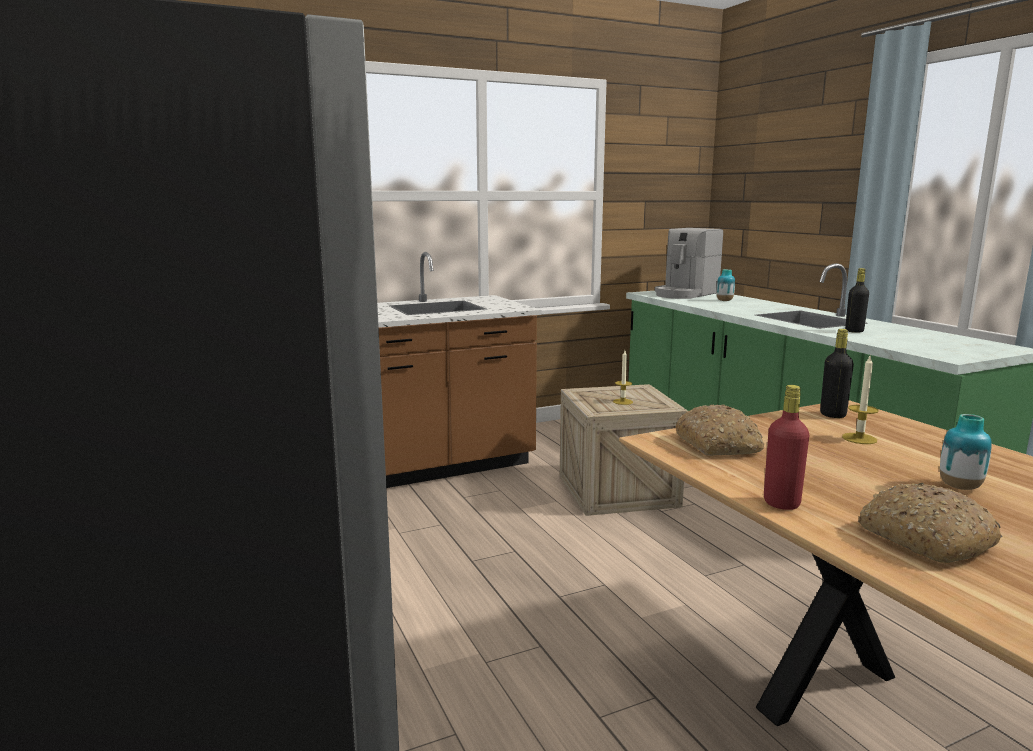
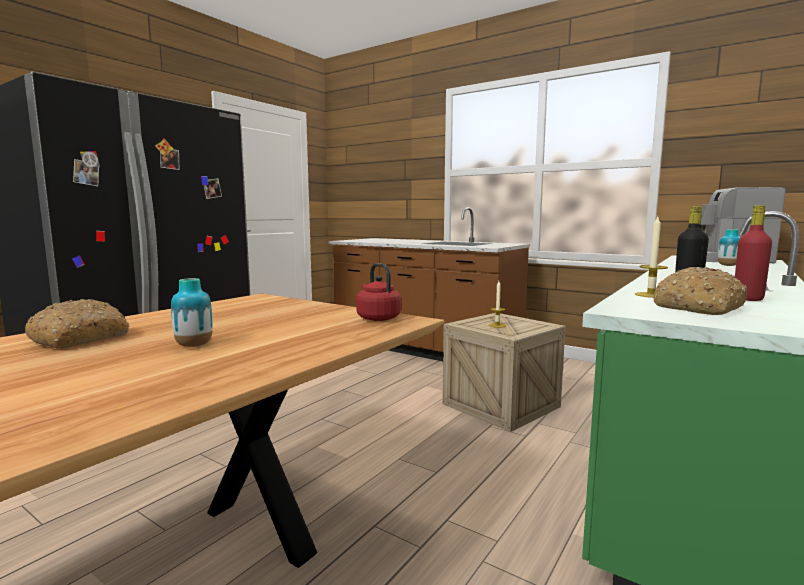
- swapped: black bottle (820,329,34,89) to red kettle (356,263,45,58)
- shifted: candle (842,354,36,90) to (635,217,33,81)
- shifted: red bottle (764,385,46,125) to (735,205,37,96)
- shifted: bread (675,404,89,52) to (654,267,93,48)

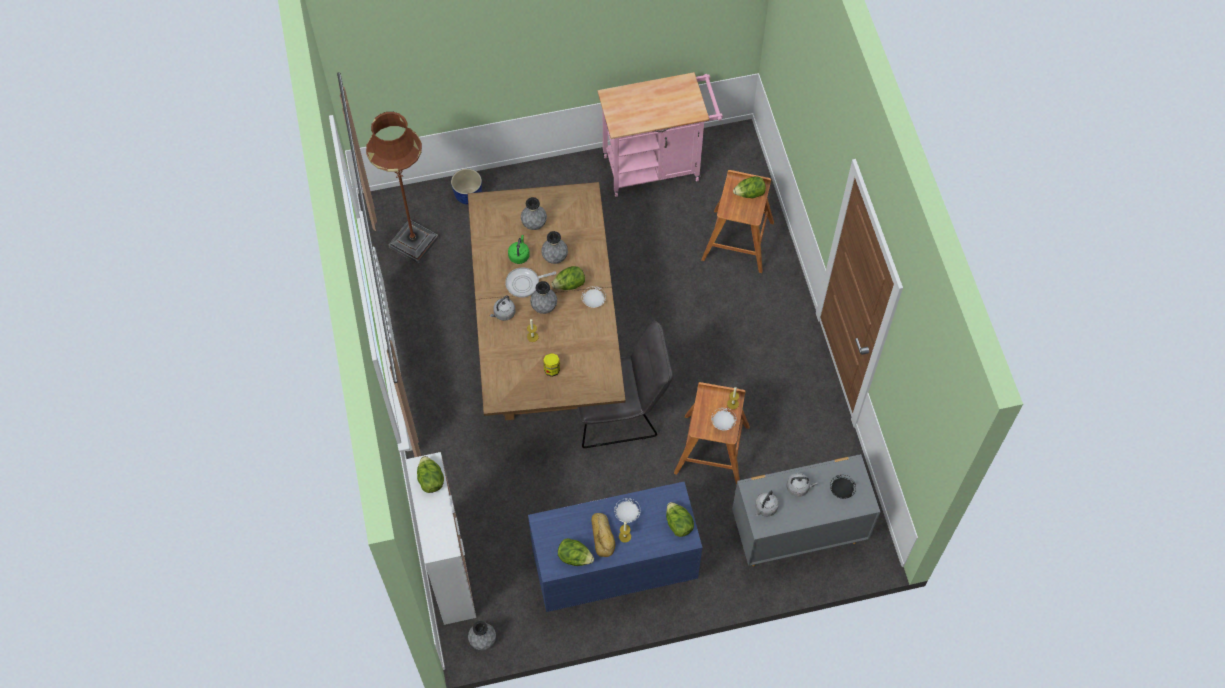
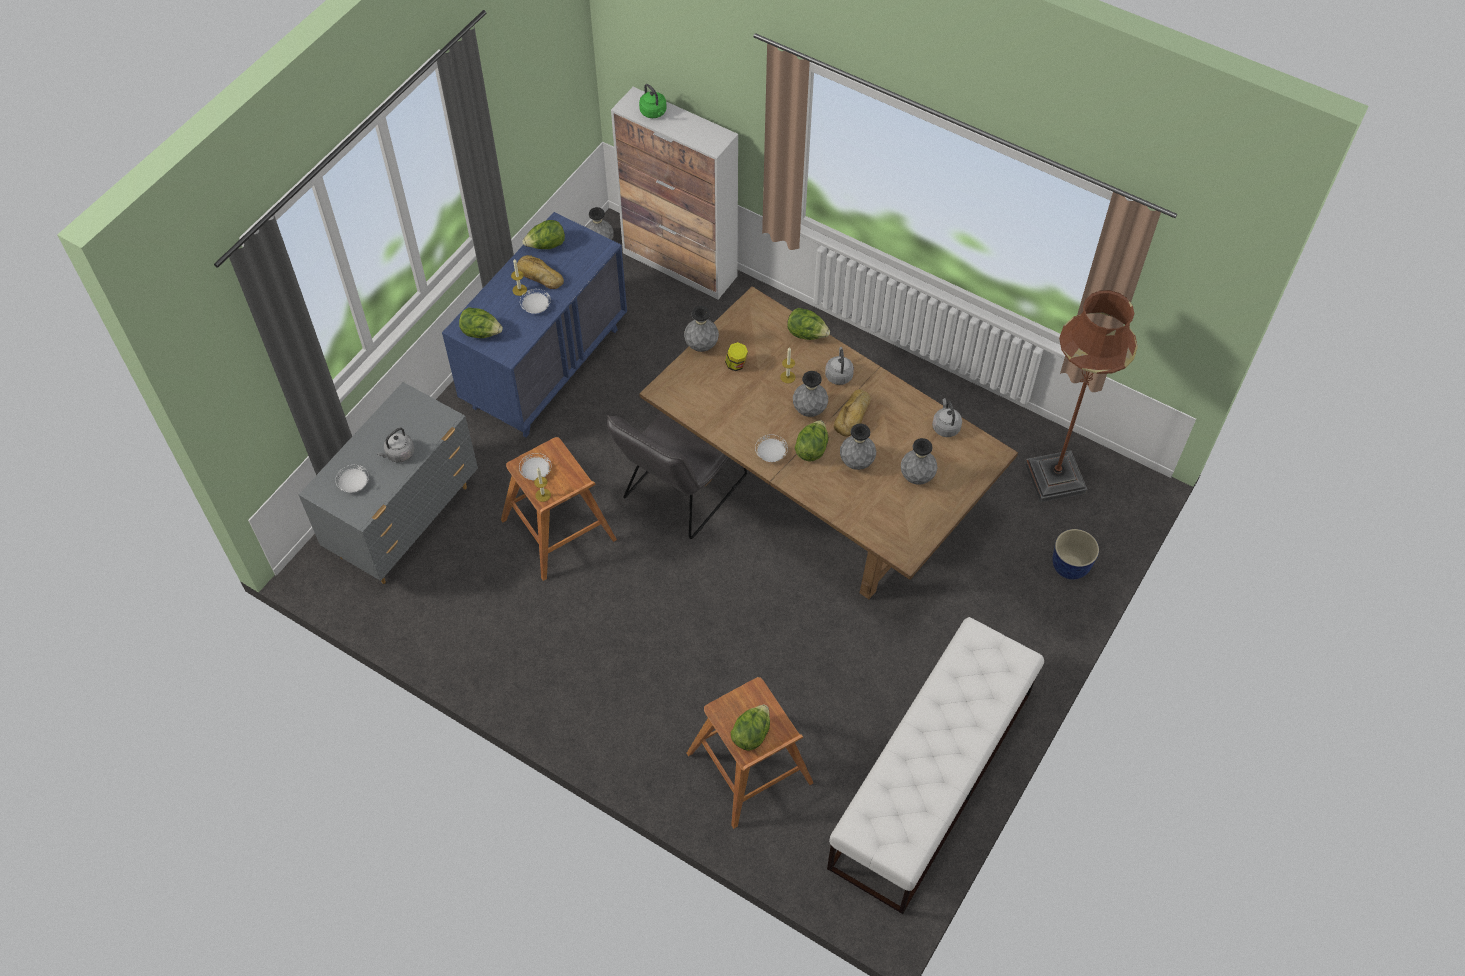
- swapped: pink cart (598,72,125,125) to white bench (827,617,217,297)
- shifted: green kettle (508,235,22,29) to (639,84,28,34)
- swapped: frying pan (505,268,51,30) to bread (834,389,37,47)
- shifted: lettuce (417,456,27,37) to (787,308,43,32)
- repainted: black plate (830,475,26,24) to white plate (335,465,34,28)
- shifted: grey kettle (755,490,24,26) to (932,398,30,39)
- new: grey vase (684,306,35,46)

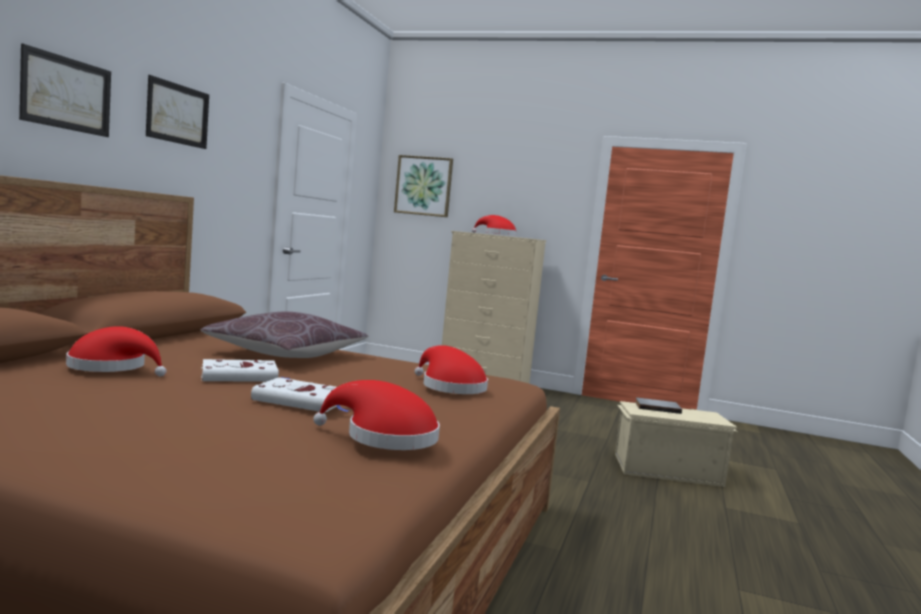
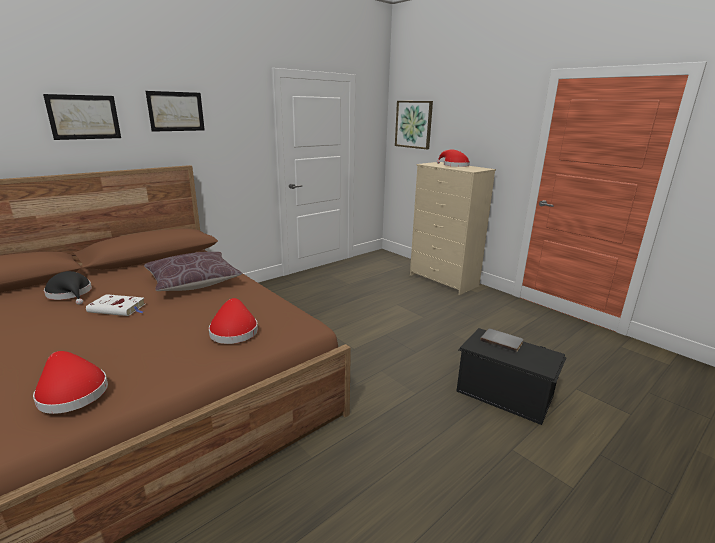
- repainted: red hat (66,326,100,51) to black hat (44,271,48,34)
- gone: white book (251,377,100,36)
- repainted: beige storage box (615,401,123,86) to black storage box (457,328,110,97)

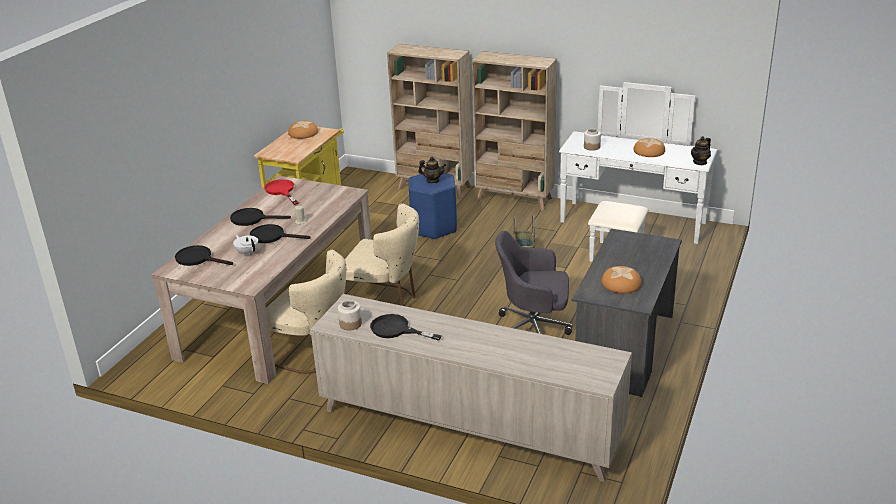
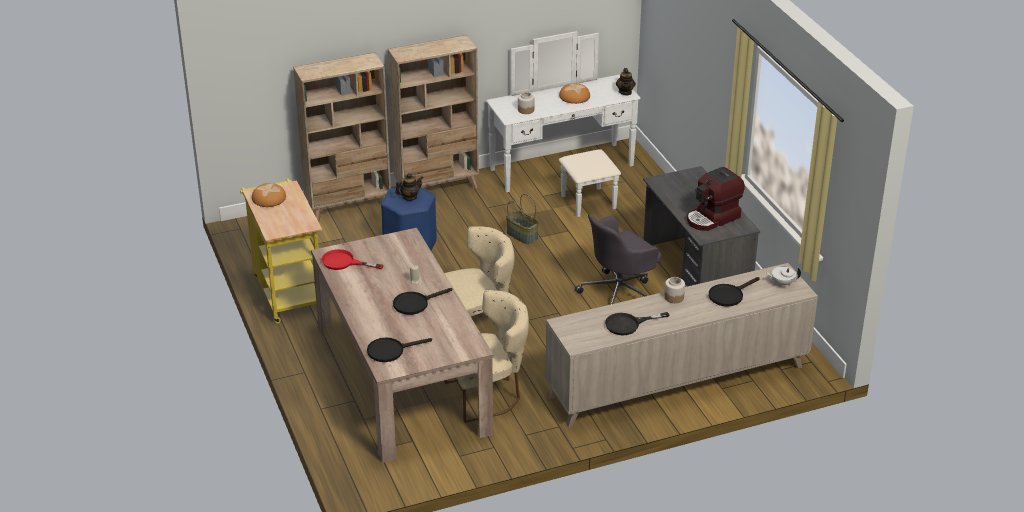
- shifted: black frying pan (230,208,61,18) to (709,277,50,30)
- shifted: white teapot (233,235,25,20) to (765,267,36,18)
- swapped: bread (602,266,40,28) to coffee machine (687,167,58,64)
- shifted: jar (338,300,24,31) to (664,277,21,26)

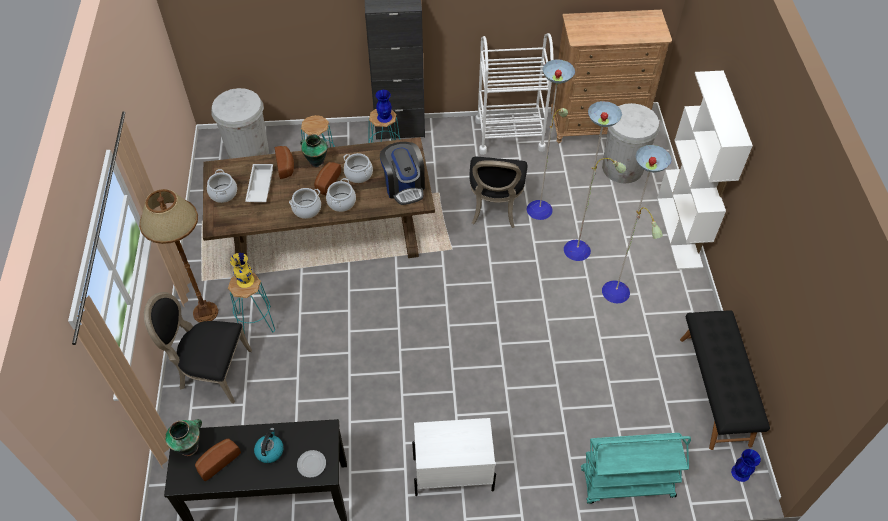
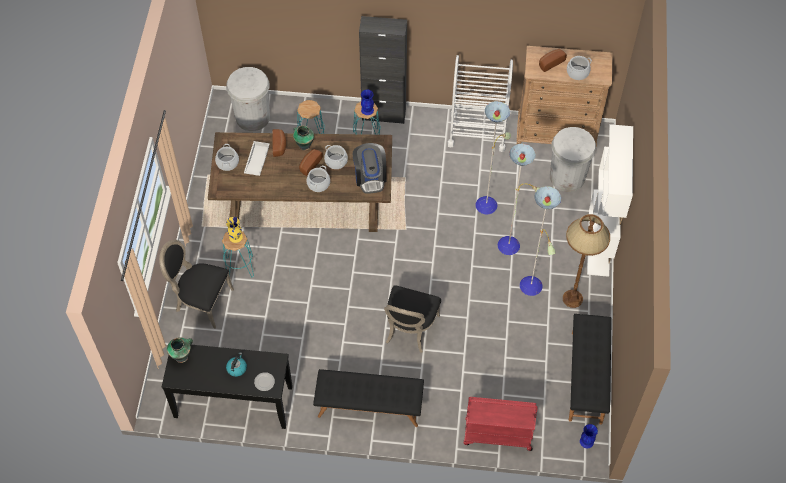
- shifted: black chair (469,157,59,71) to (384,285,57,68)
- shifted: cooking pot (289,188,32,31) to (567,56,25,24)
- shifted: brown floor lamp (139,189,79,133) to (563,214,47,94)
- swapped: white nightstand (412,418,84,78) to black bench (313,369,111,58)
- repainted: turquoise cart (581,433,110,71) to red cart (464,397,74,54)
- shifted: bread (195,439,46,42) to (539,49,28,23)

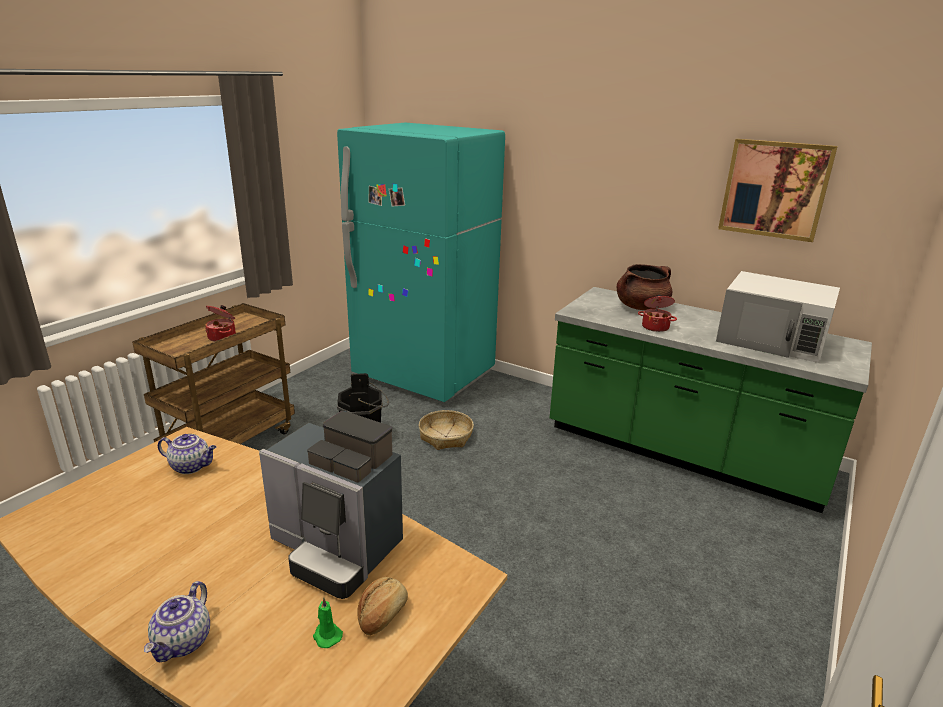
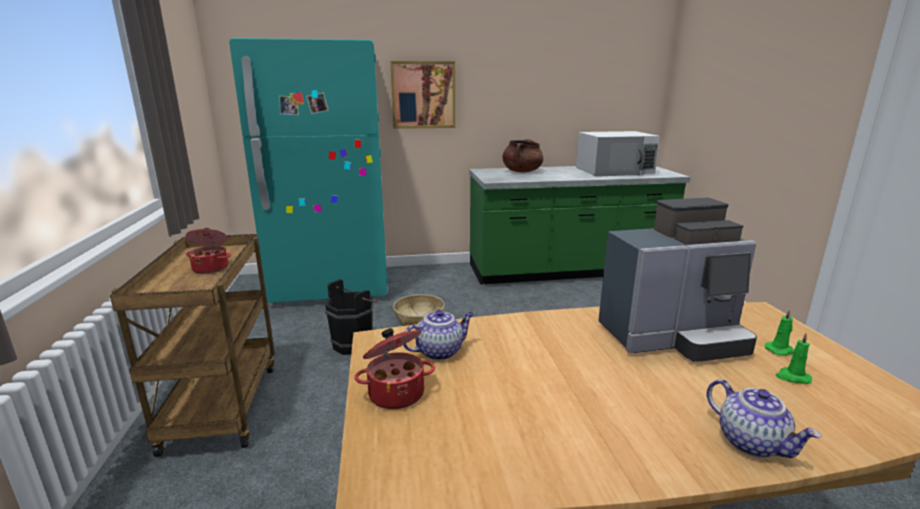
- shifted: picture (718,139,120,103) to (390,61,66,68)
- shifted: cooking pot (638,295,39,37) to (354,328,81,81)
- swapped: bread (357,577,51,58) to green candle (765,309,29,47)

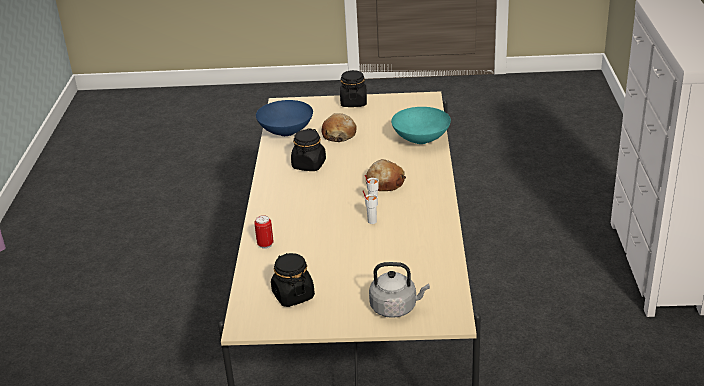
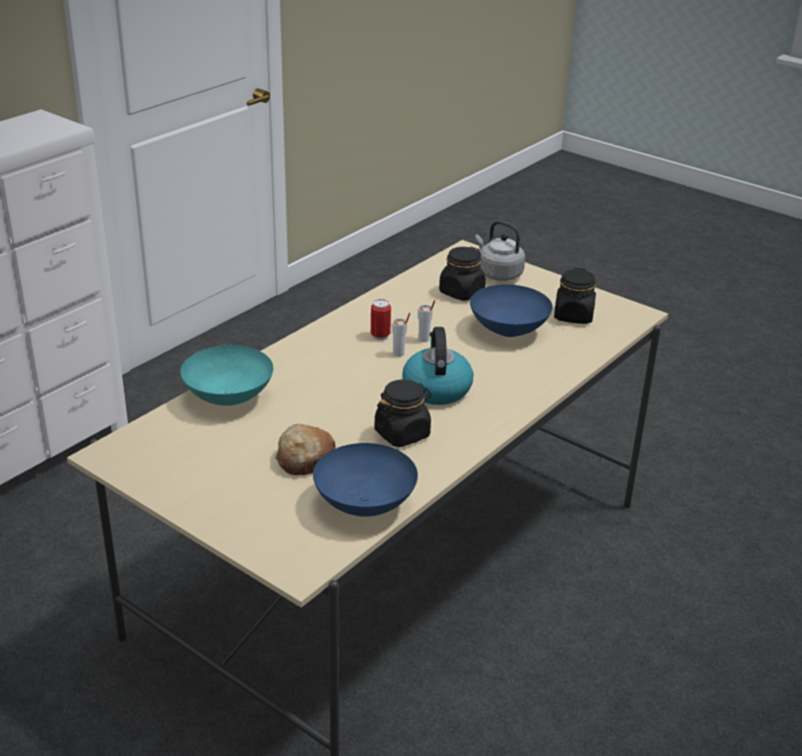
- shifted: black jar (340,70,27,37) to (439,247,47,54)
- gone: bread (366,159,40,32)
- shifted: can (254,215,19,34) to (371,299,20,41)
- new: blue bowl (470,285,83,52)
- new: kettle (402,327,71,78)

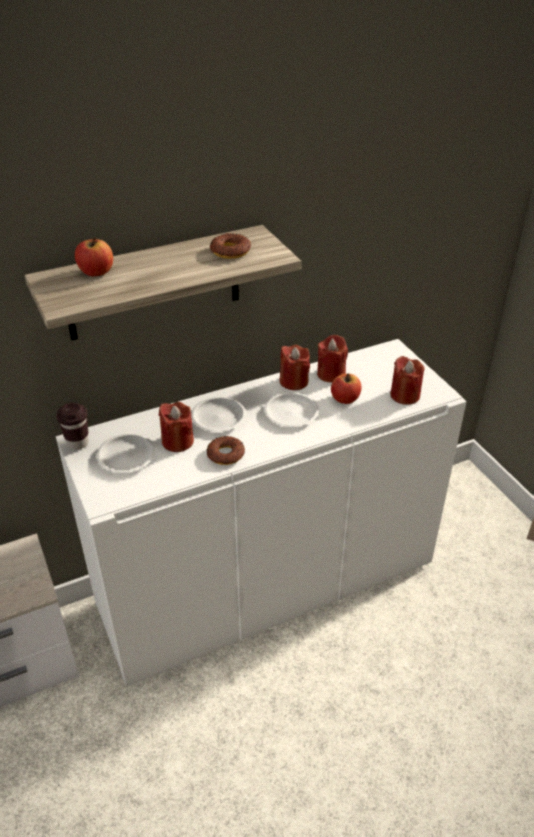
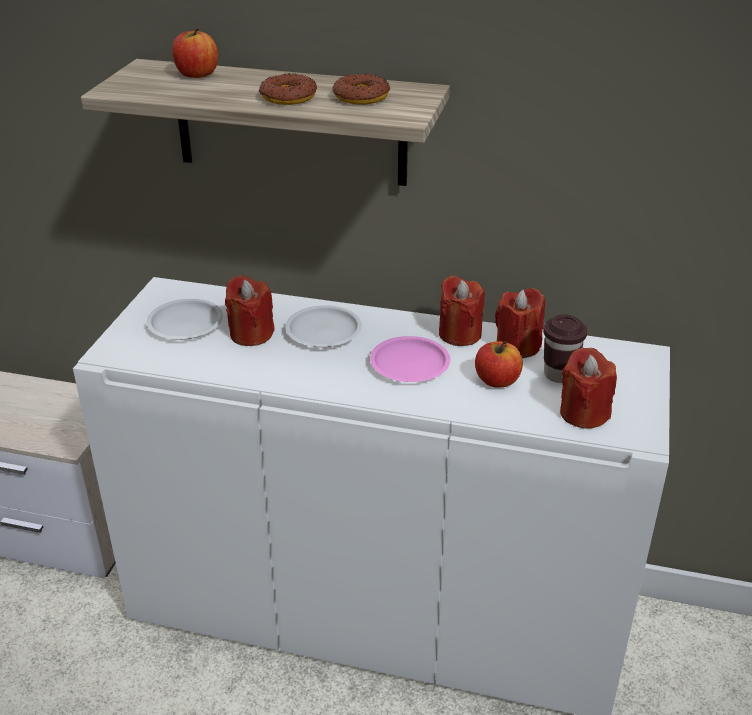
- repainted: white plate (264,392,55,35) to pink plate (370,336,80,46)
- shifted: brown cup (56,403,33,47) to (543,314,45,69)
- shifted: donut (207,436,38,29) to (259,73,58,32)

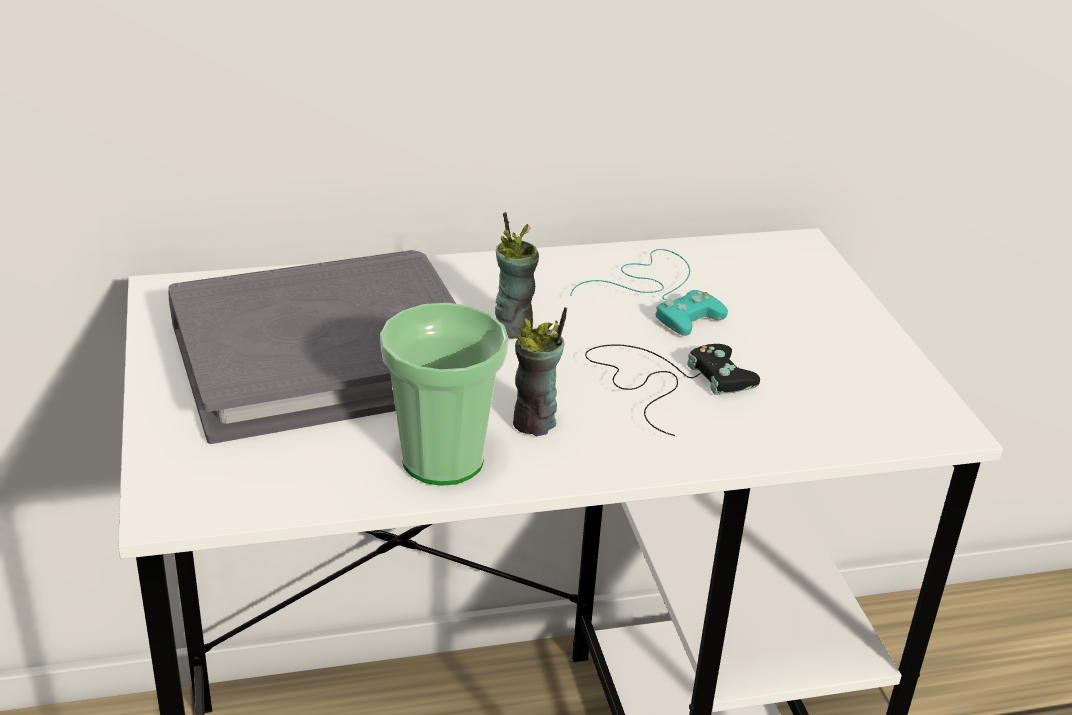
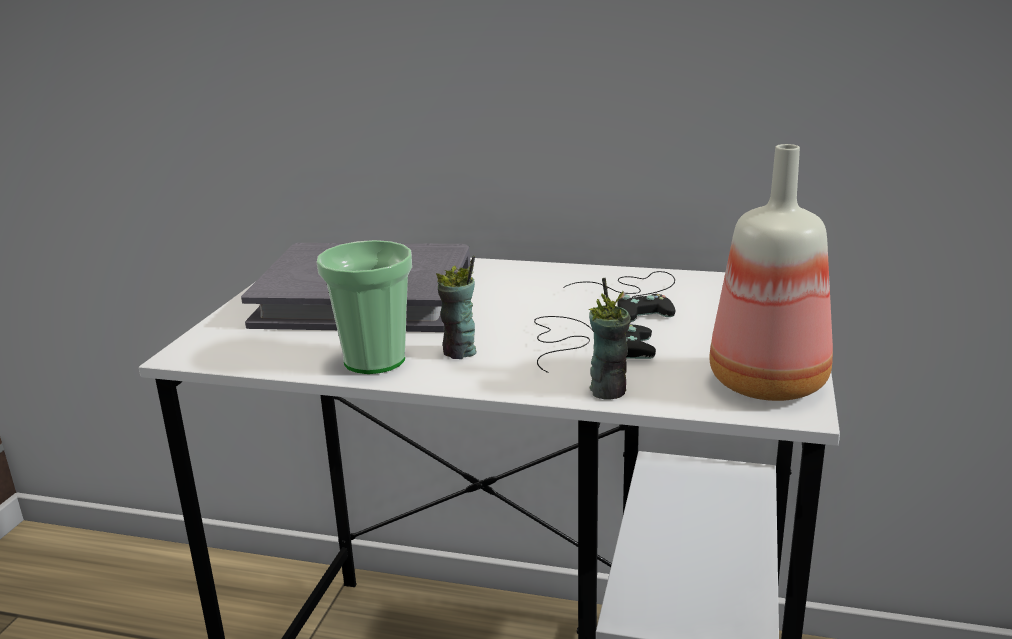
- shifted: cup (495,212,44,127) to (589,278,42,122)
- repainted: turquoise game controller (570,249,158,87) to black game controller (563,271,112,51)
- new: bottle (709,144,124,257)

